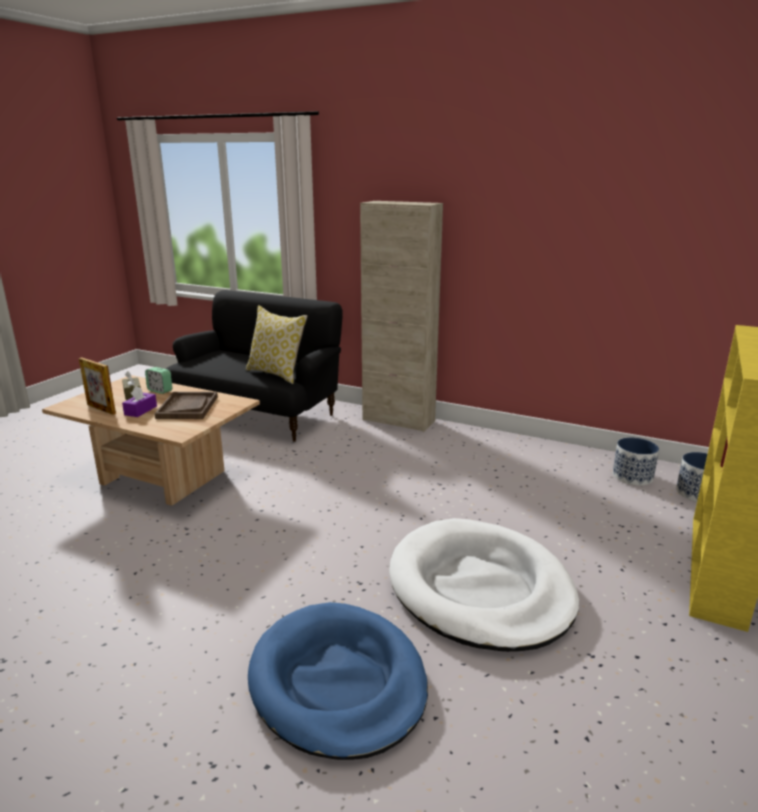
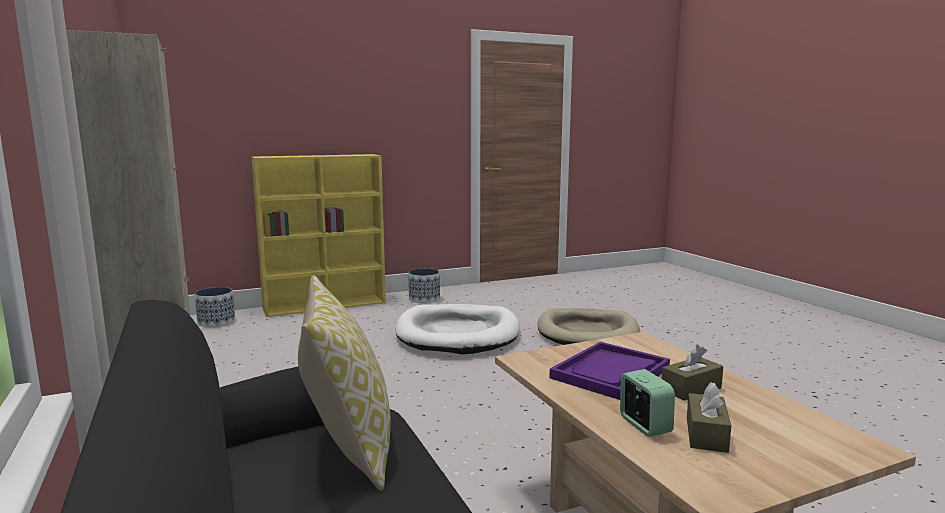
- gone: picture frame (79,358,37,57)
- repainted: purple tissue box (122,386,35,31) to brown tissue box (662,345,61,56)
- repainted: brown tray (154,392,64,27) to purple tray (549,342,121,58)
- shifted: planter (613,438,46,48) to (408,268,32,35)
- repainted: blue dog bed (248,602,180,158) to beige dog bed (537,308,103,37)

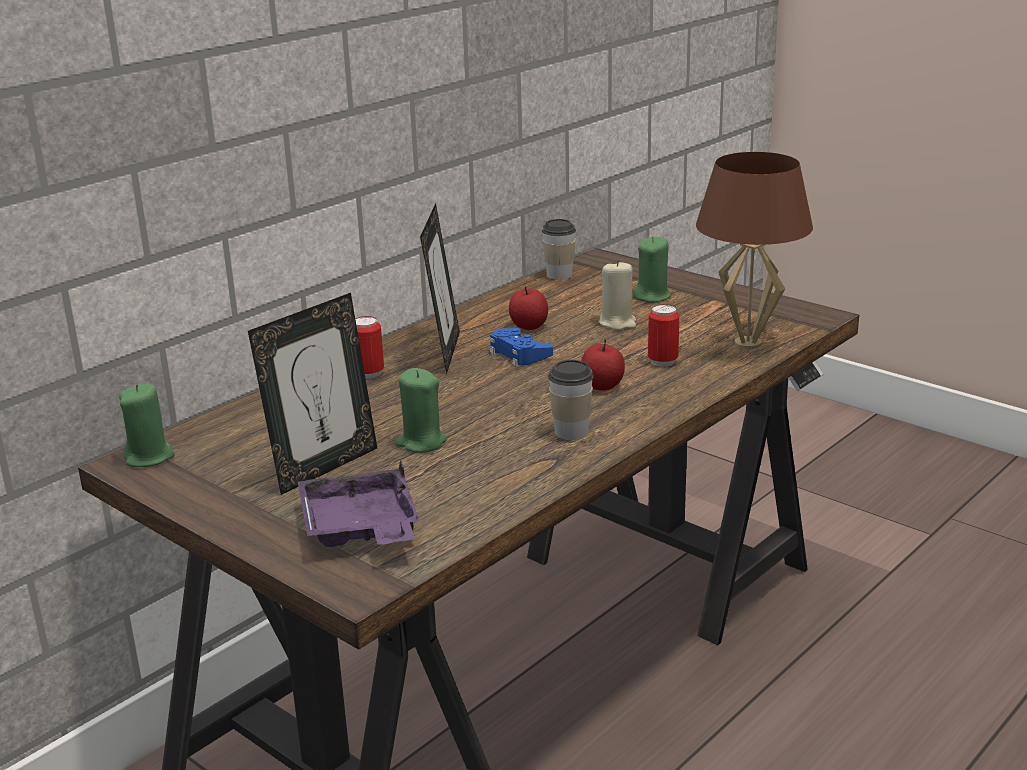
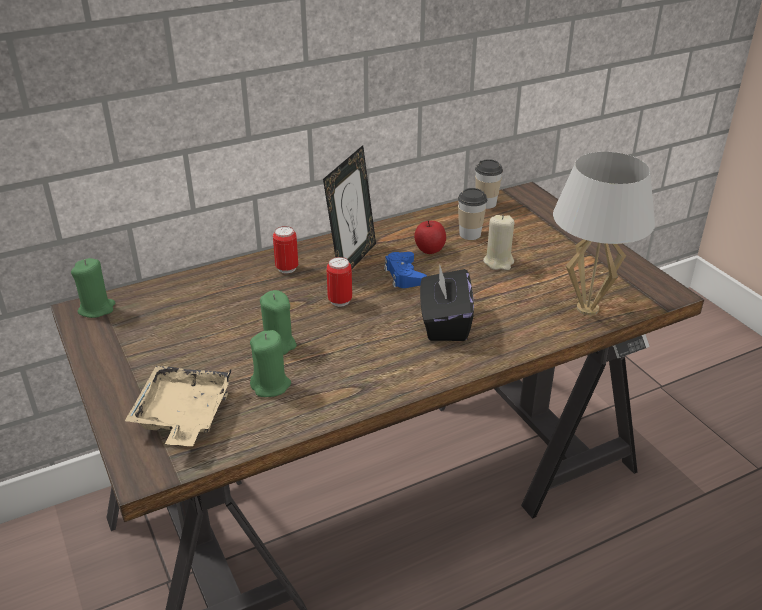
- repainted: brown table lamp (696,152,117,197) to white table lamp (553,152,102,163)
- shifted: green candle (633,236,37,67) to (250,330,41,67)
- gone: picture frame (248,293,129,202)
- shifted: can (648,304,31,62) to (327,257,25,50)
- swapped: apple (581,339,44,52) to black tissue box (420,266,54,75)
- shifted: cup (548,360,46,80) to (458,188,29,52)
- repainted: purple tray (298,460,121,87) to beige tray (125,366,106,80)

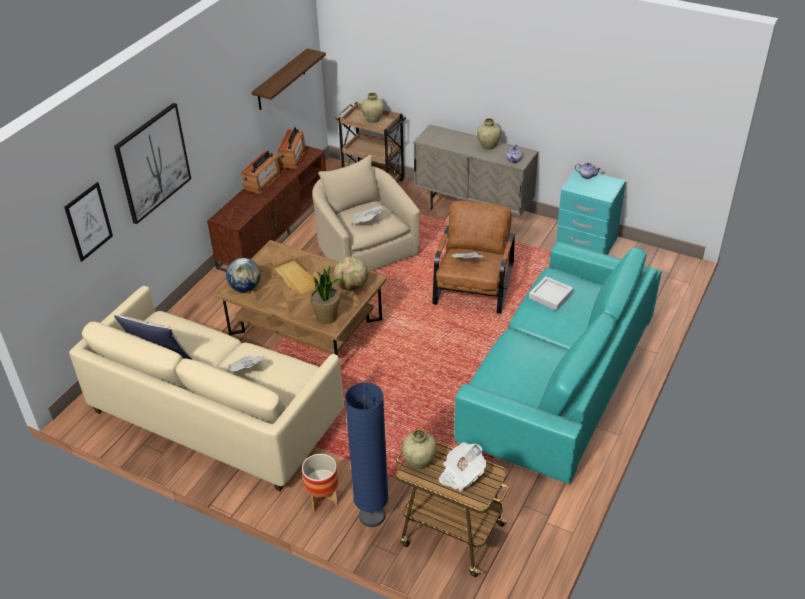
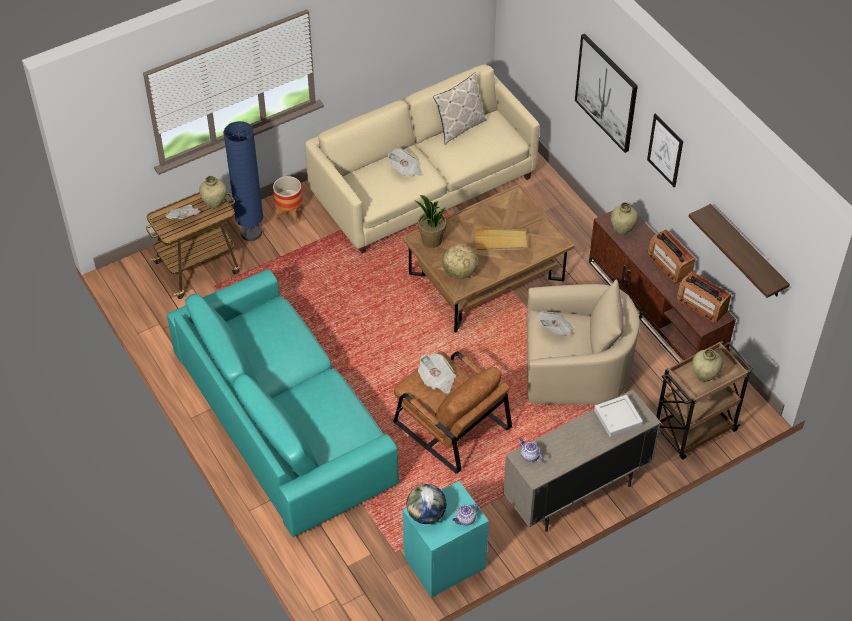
- shifted: beige vase (477,118,24,32) to (611,202,27,33)
- shifted: picture (64,182,49,80) to (647,114,36,73)
- shifted: globe (226,258,35,34) to (406,484,40,40)
- shifted: grey tray (529,276,44,35) to (594,395,49,42)

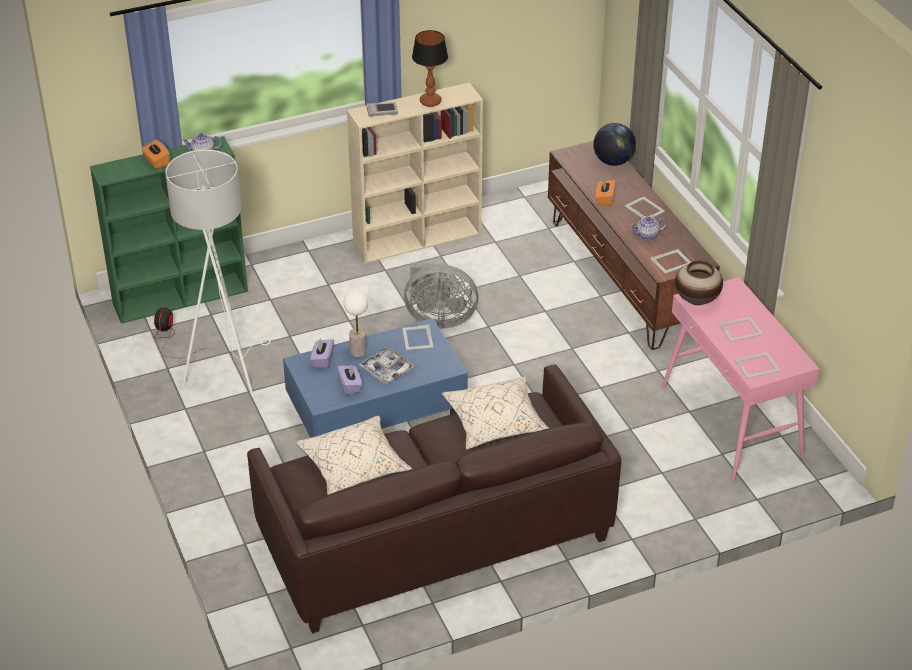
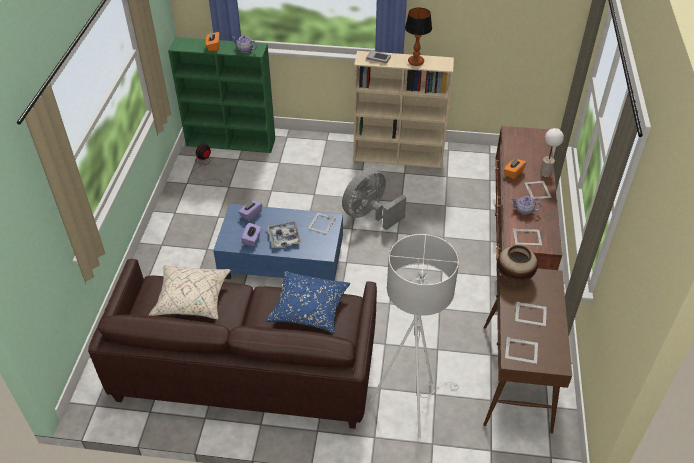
- gone: globe (593,123,43,43)
- shifted: white floor lamp (165,149,105,247) to (370,234,89,204)
- rotated: grey fan (404,263,75,65) = (342,168,64,62) 105 degrees clockwise
- repainted: pink console table (662,277,158,203) to brown console table (483,268,89,166)
- shifted: table lamp (344,290,24,67) to (540,128,24,49)
- repainted: beige pillow (442,377,107,73) to blue pillow (266,271,84,62)

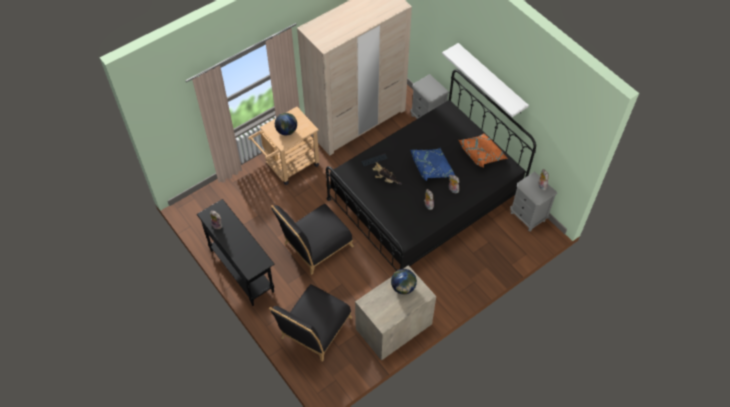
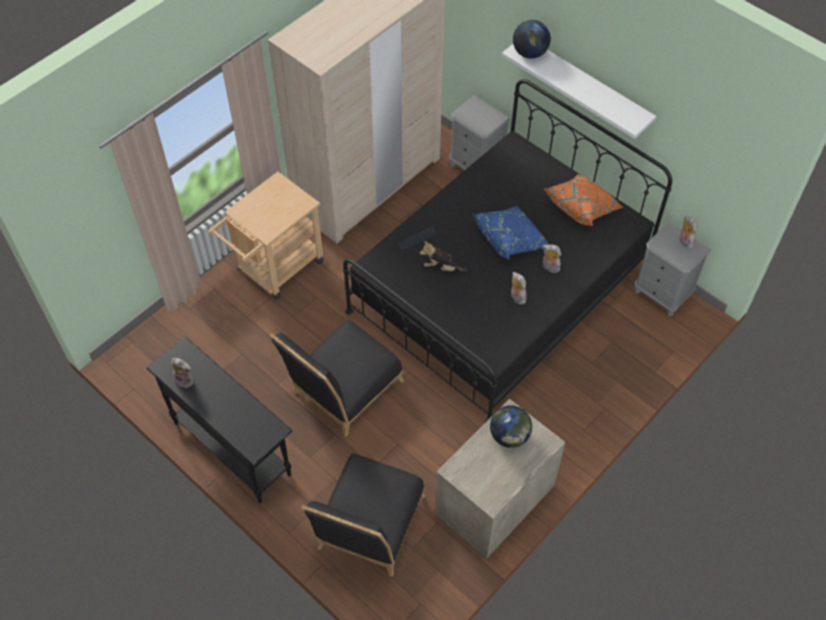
- shifted: globe (275,113,22,22) to (513,20,38,39)

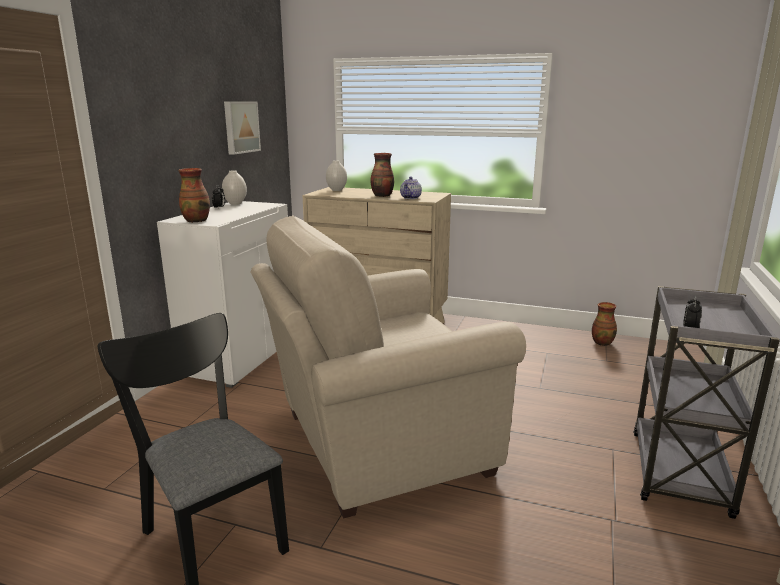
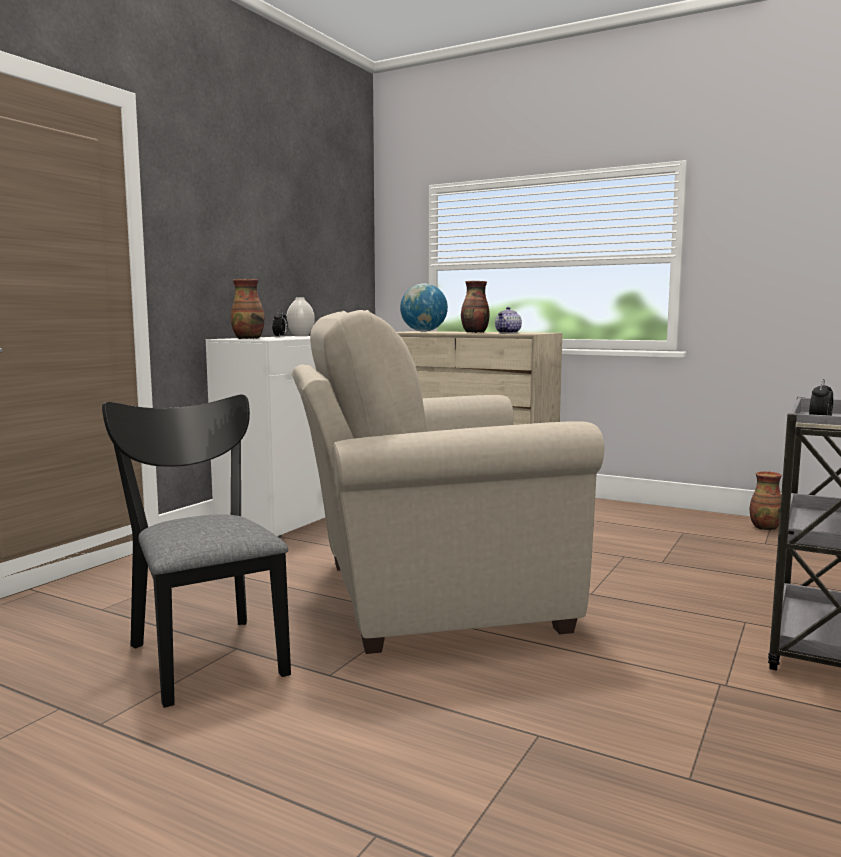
- gone: picture (224,102,37,53)
- swapped: white vase (326,160,21,31) to globe (400,283,48,49)

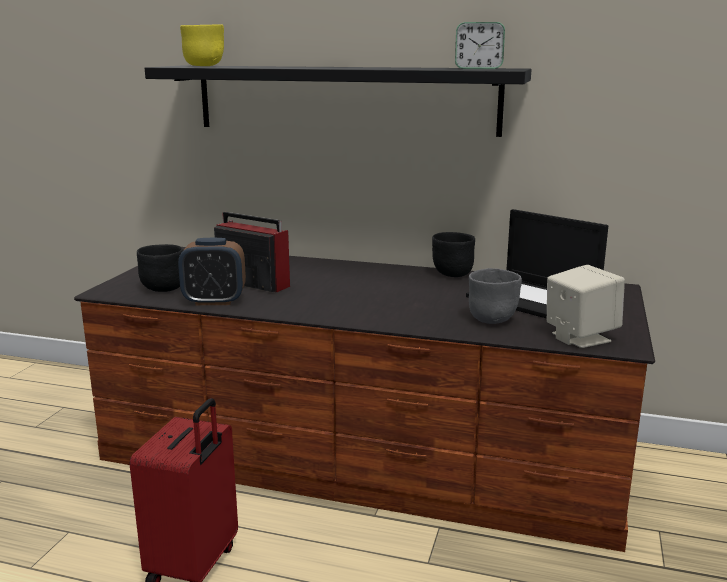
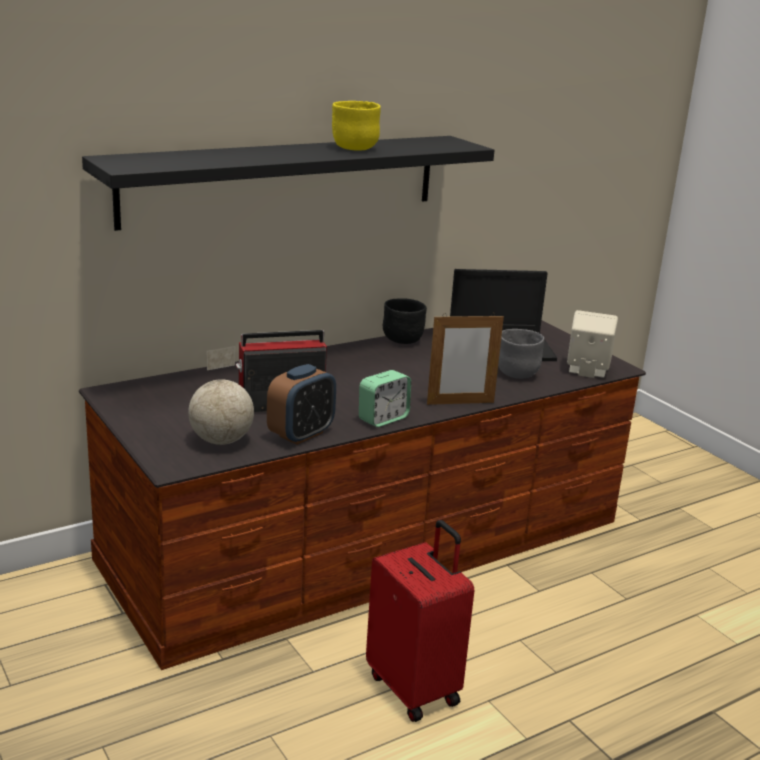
- shifted: alarm clock (455,22,50,47) to (359,370,52,57)
- shifted: yellow bowl (180,25,44,41) to (332,101,49,50)
- swapped: black bowl (137,244,46,48) to globe (188,346,66,99)
- new: picture frame (427,313,77,92)

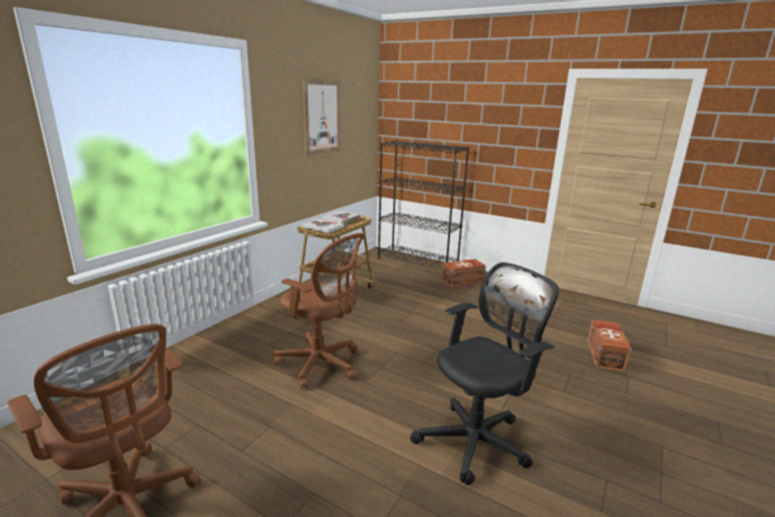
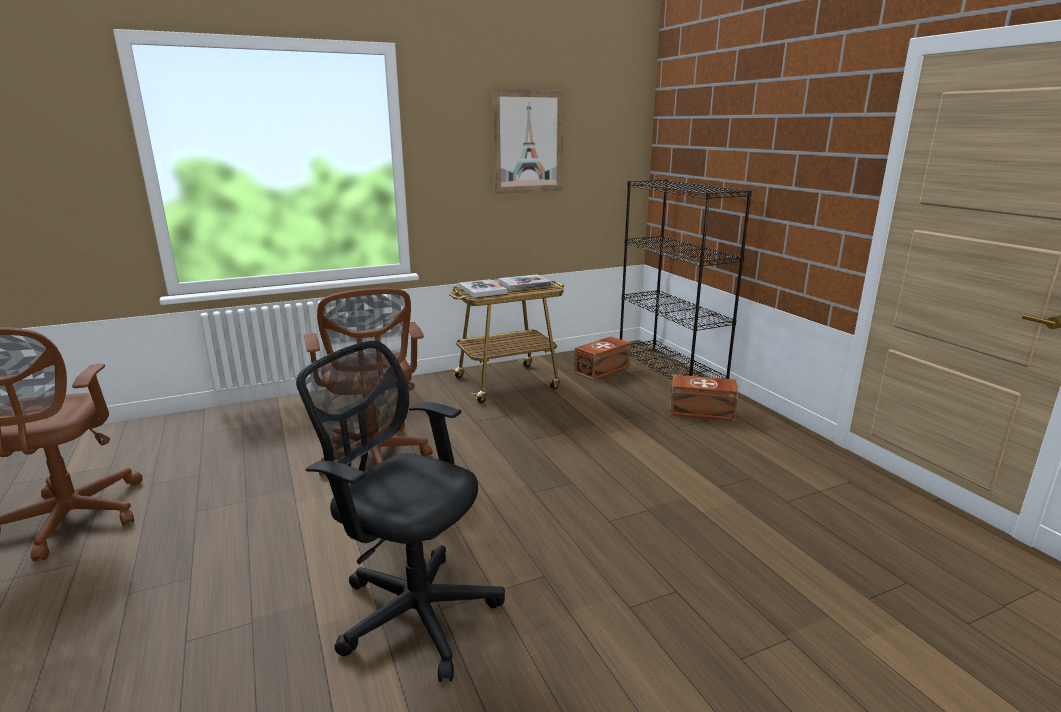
- rotated: black office chair (410,262,149,223) = (296,341,209,341) 150 degrees counterclockwise
- shifted: brown storage box (588,320,43,52) to (574,337,57,43)

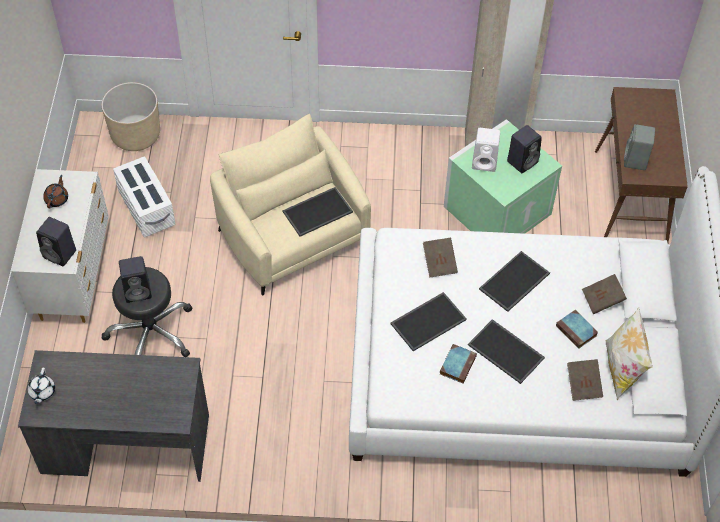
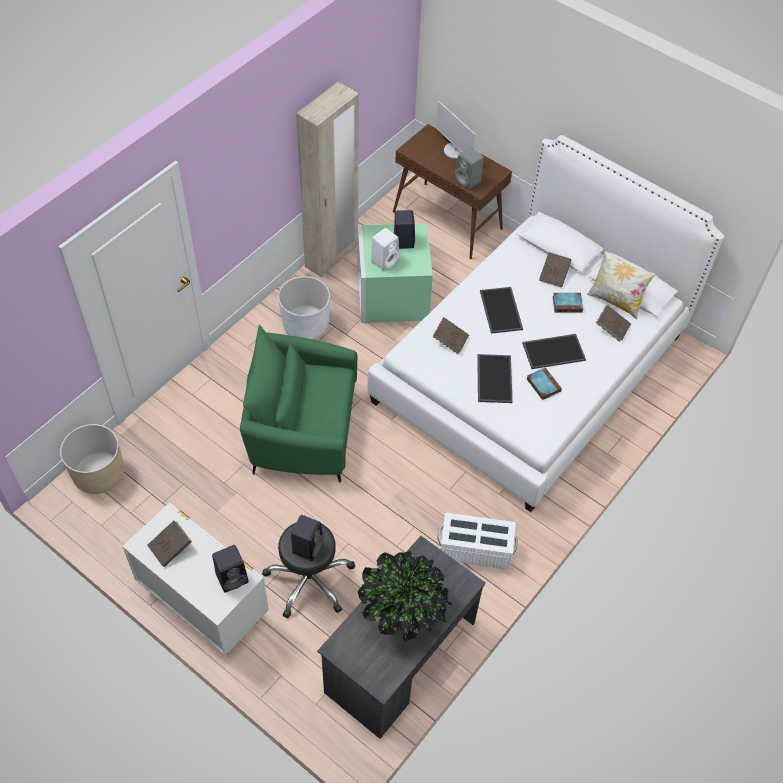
- repainted: beige armchair (210,113,161,183) to green armchair (240,324,117,158)
- shifted: white storage box (113,156,63,81) to (437,513,81,56)
- swapped: brown teapot (43,175,25,33) to brown book (147,520,45,47)
- gone: tray (282,187,71,50)
- gone: white teapot (28,368,27,36)
- new: monitor (436,101,39,58)
- new: white planter (278,276,52,63)
- new: potted plant (358,551,94,90)

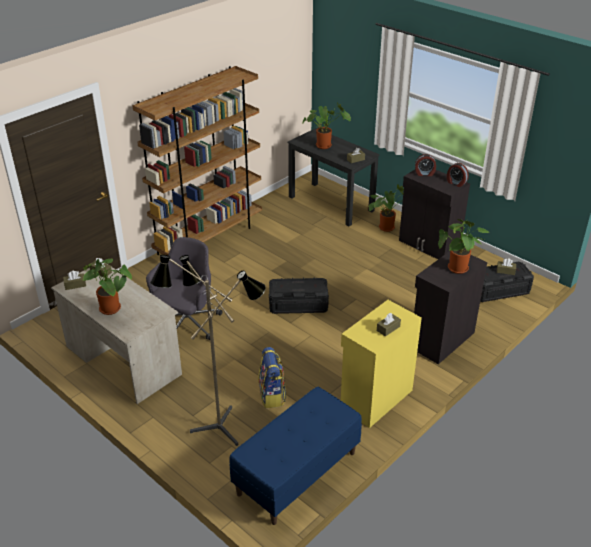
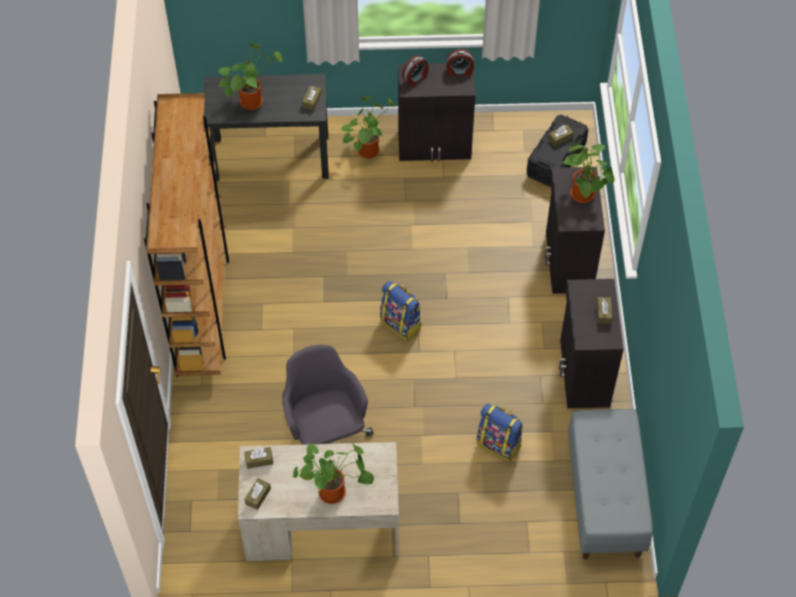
- gone: floor lamp (150,255,116,191)
- swapped: black storage box (269,277,60,37) to backpack (380,281,41,61)
- repainted: yellow cabinet (341,300,81,128) to black cabinet (559,279,65,129)
- repainted: blue bench (229,387,133,138) to grey bench (568,409,85,150)

